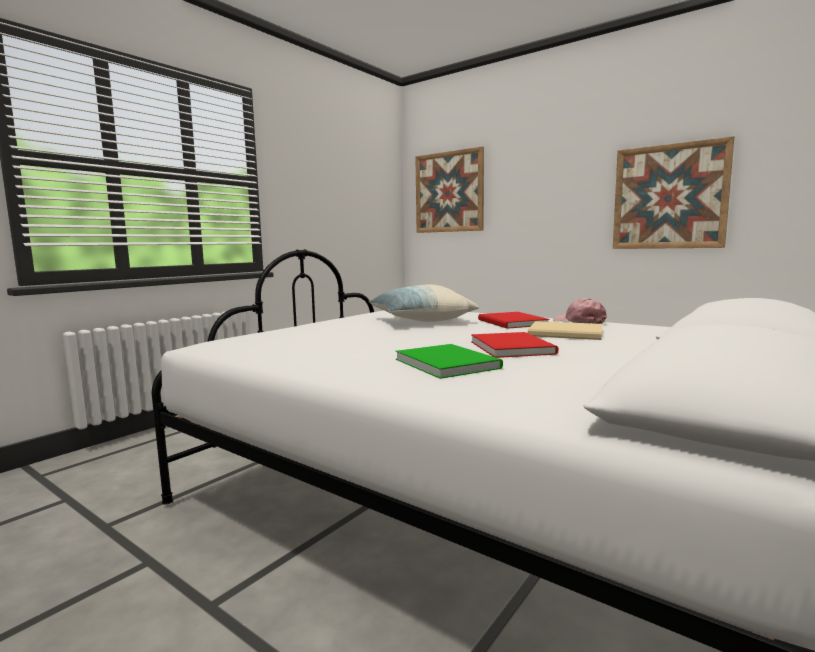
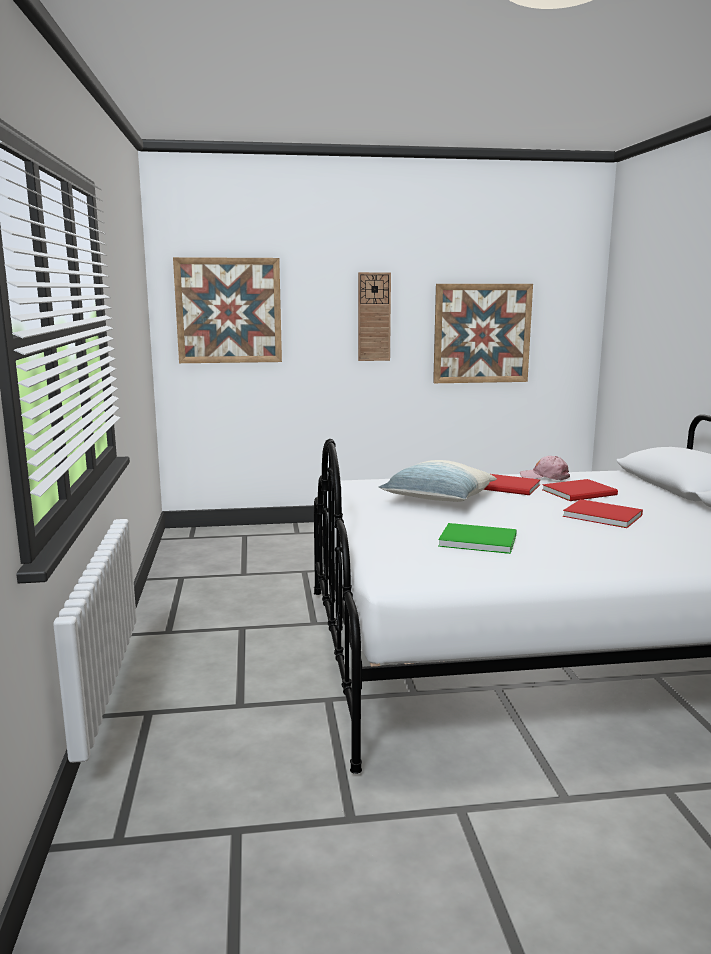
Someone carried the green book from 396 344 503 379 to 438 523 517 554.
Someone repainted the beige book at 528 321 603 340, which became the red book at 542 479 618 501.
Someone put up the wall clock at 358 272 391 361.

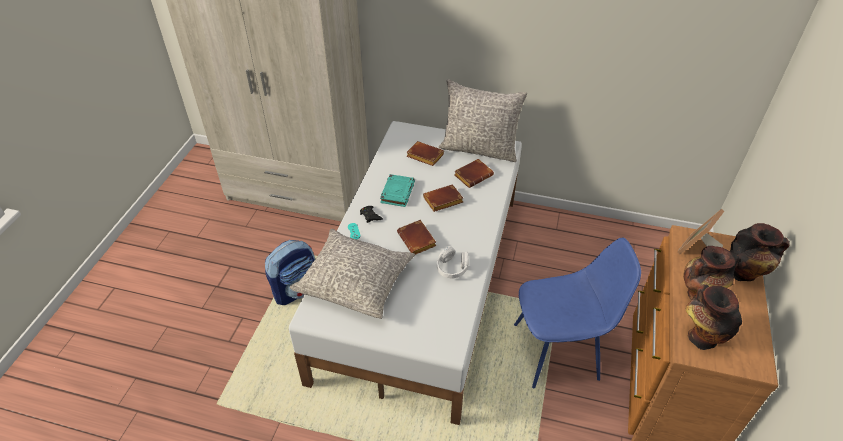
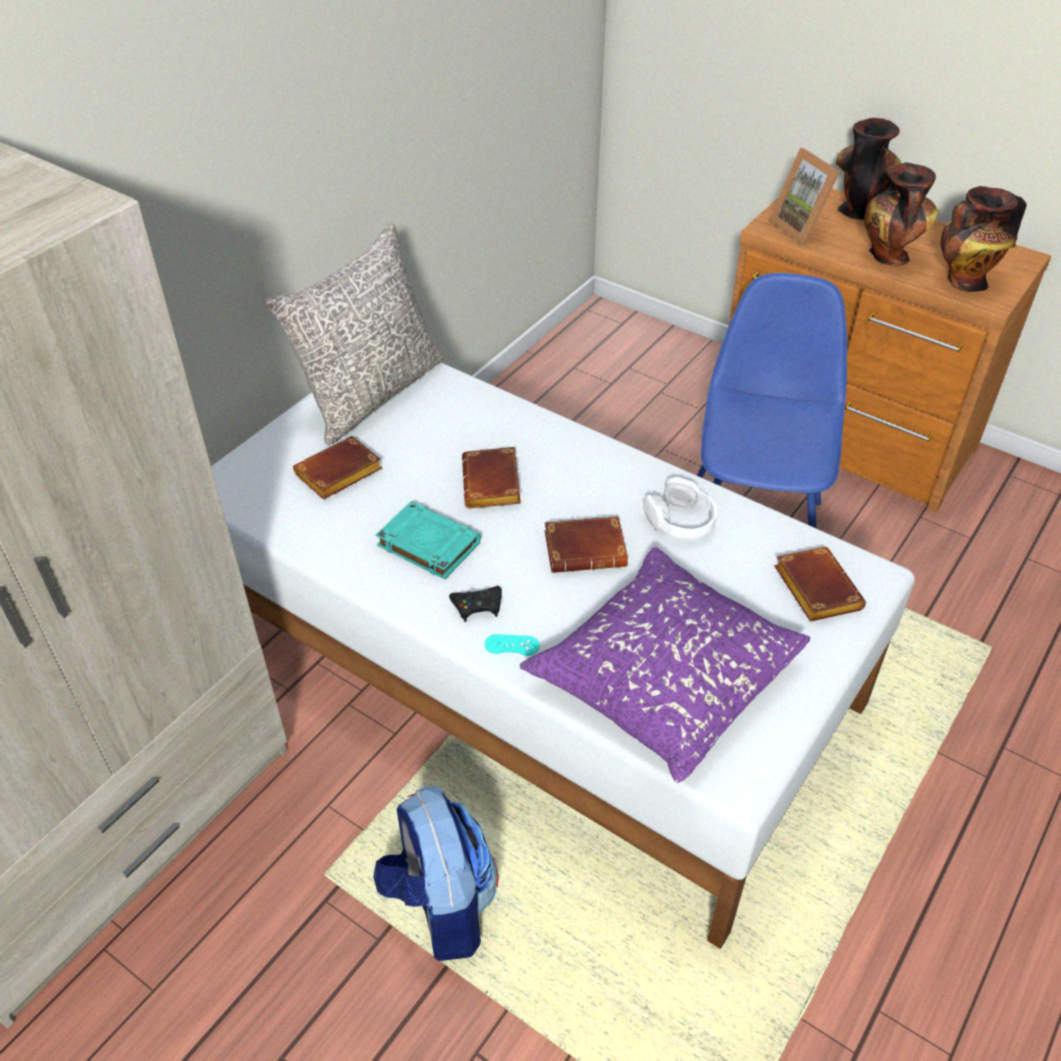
Someone repainted the grey pillow at 290 229 415 319, which became the purple pillow at 520 547 810 783.
Someone carried the brown book from 454 159 494 188 to 774 547 866 622.

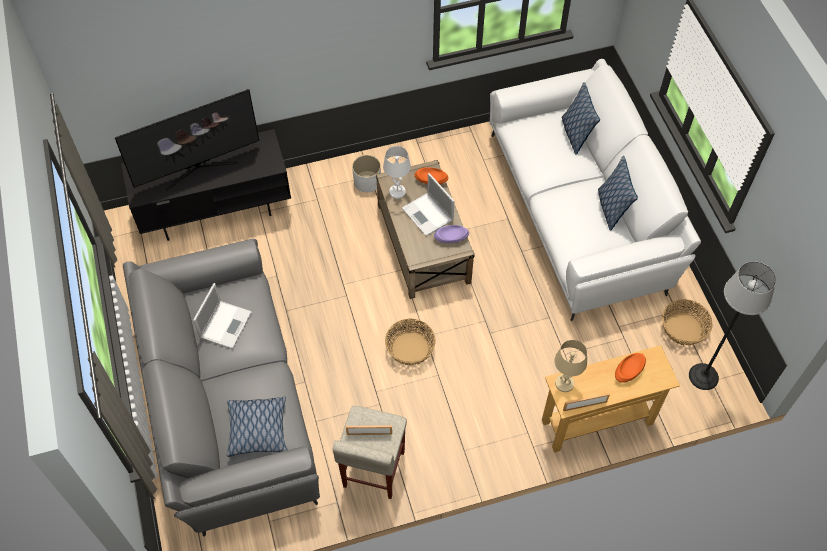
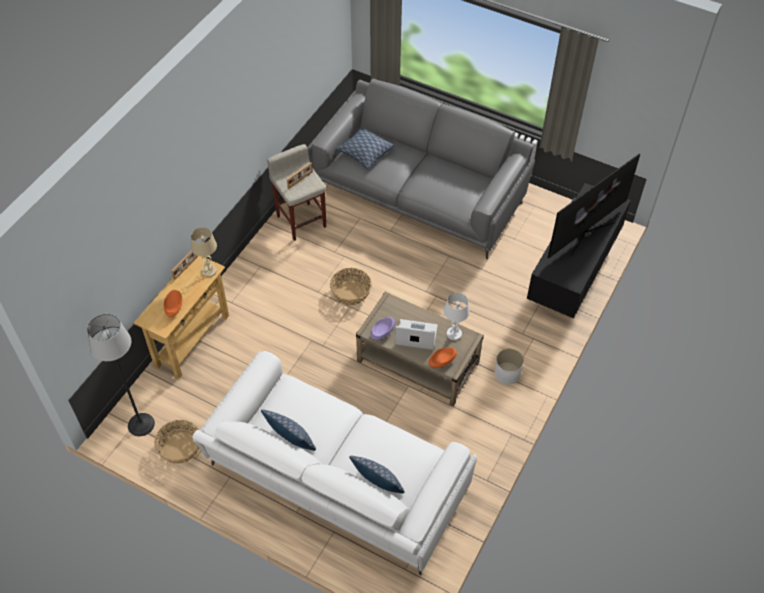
Someone rotated the television at 115 89 259 190 by 150 degrees counterclockwise.
Someone took away the laptop at 193 283 252 349.

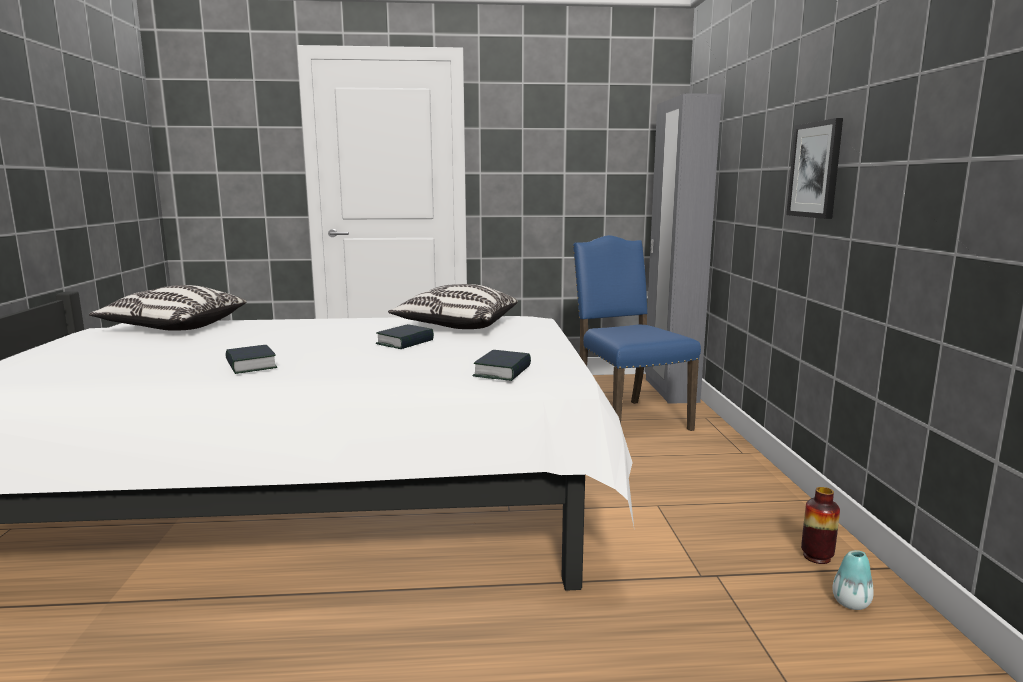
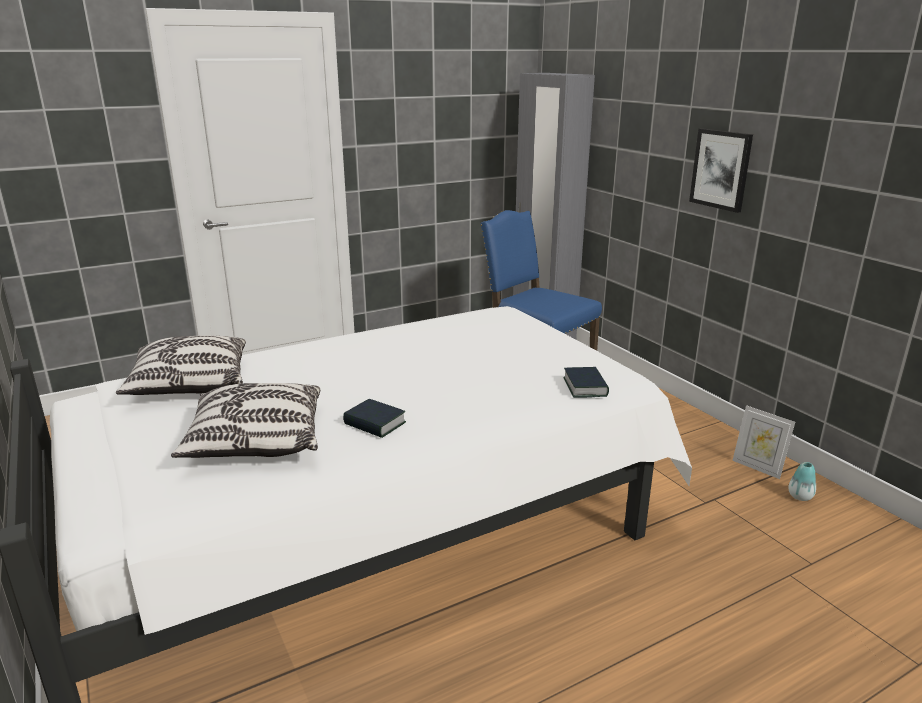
Someone took away the book at 376 324 434 349.
Someone carried the pillow from 388 284 518 329 to 171 383 320 458.
Someone swapped the vase at 801 487 840 564 for the picture frame at 732 405 795 479.

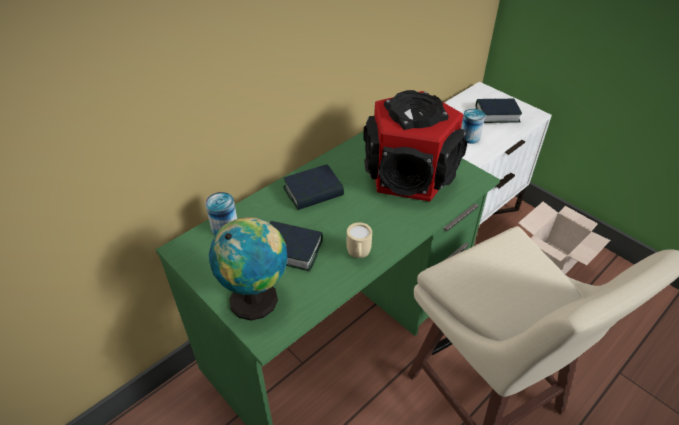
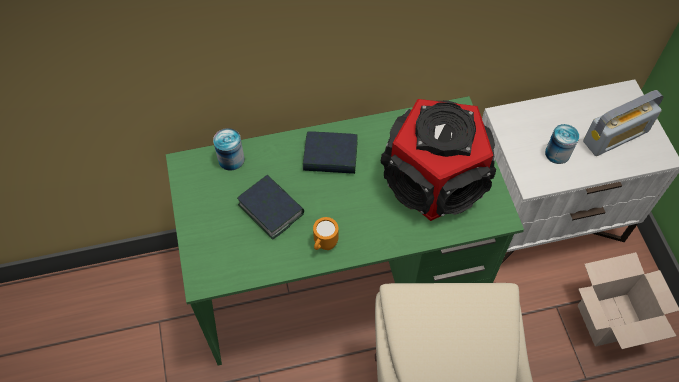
Someone took away the globe at 209 217 288 321.
Someone repainted the beige mug at 347 222 372 258, which became the orange mug at 313 217 338 250.
Someone swapped the book at 475 99 522 123 for the radio at 583 90 663 156.

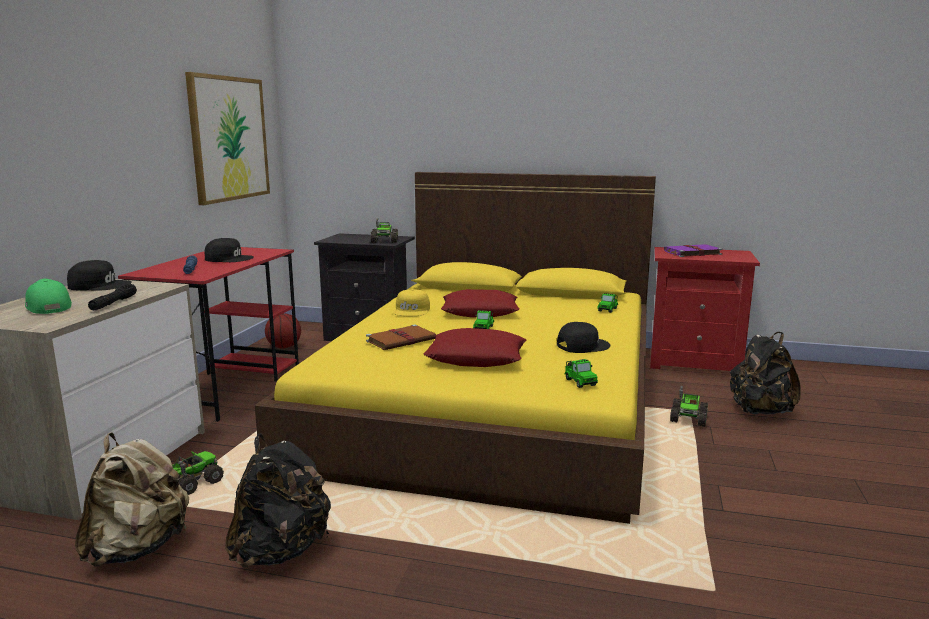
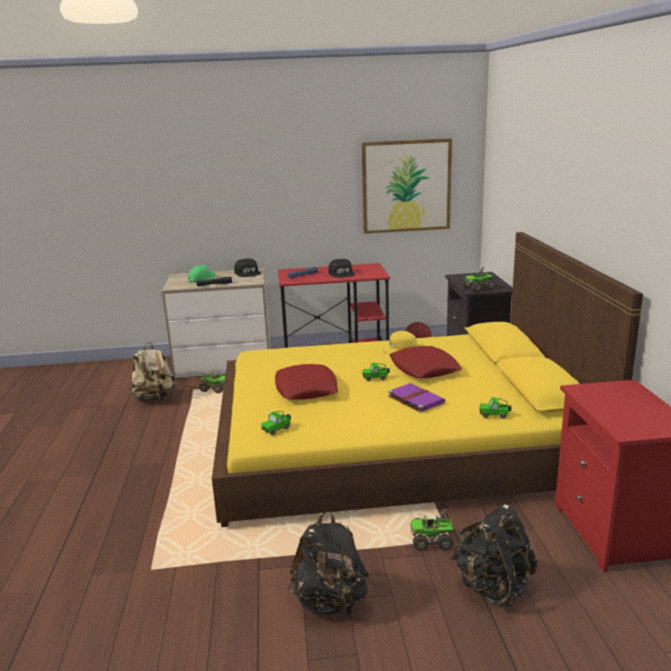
Someone carried the black backpack from 225 433 331 568 to 287 511 369 617.
Someone took away the brown book at 366 324 436 350.
Someone took away the black cap at 557 322 610 353.
Someone carried the purple book from 664 244 723 257 to 388 383 445 413.

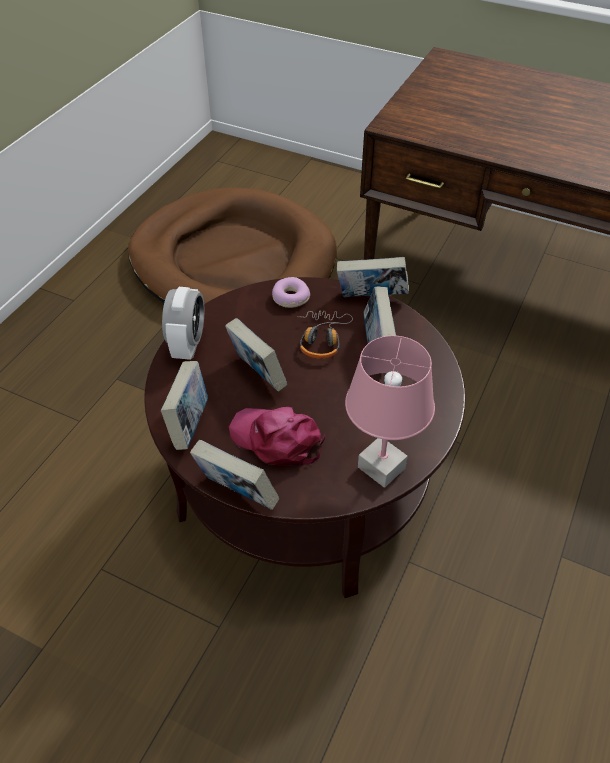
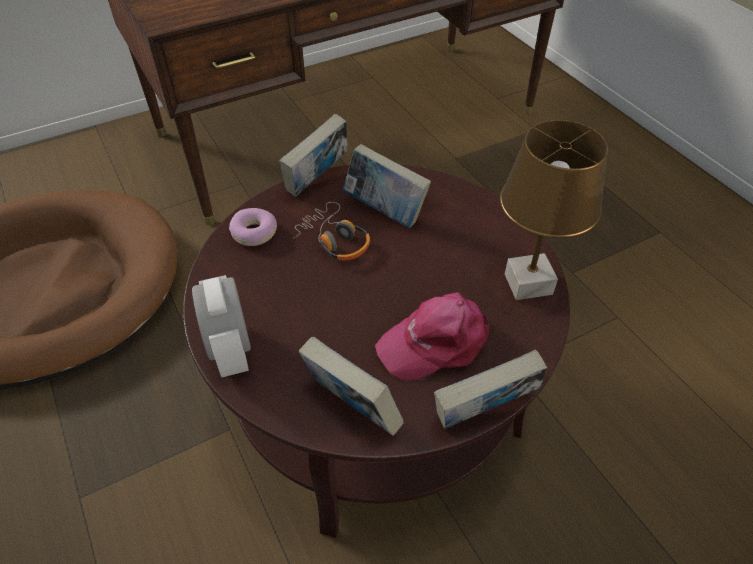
Someone rotated the alarm clock at 162 287 204 360 by 150 degrees counterclockwise.
Someone took away the book at 225 318 287 392.
Someone repainted the pink table lamp at 345 335 435 488, which became the brown table lamp at 500 120 608 300.

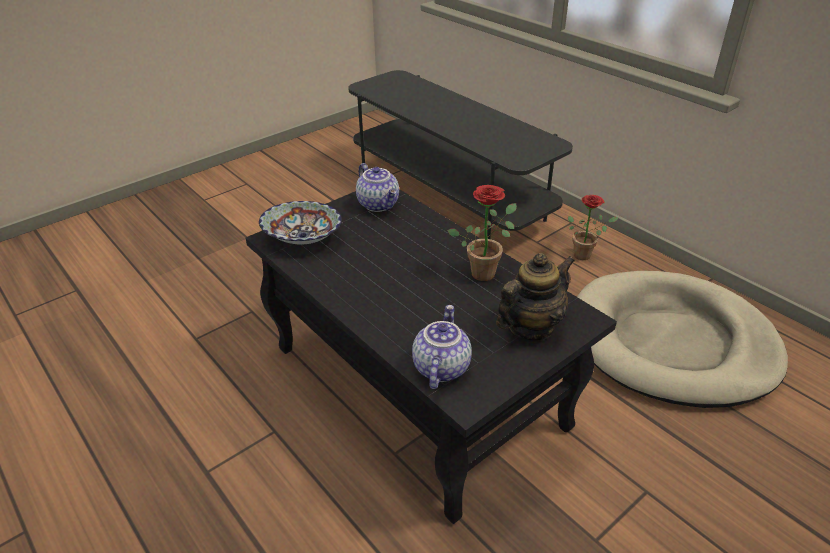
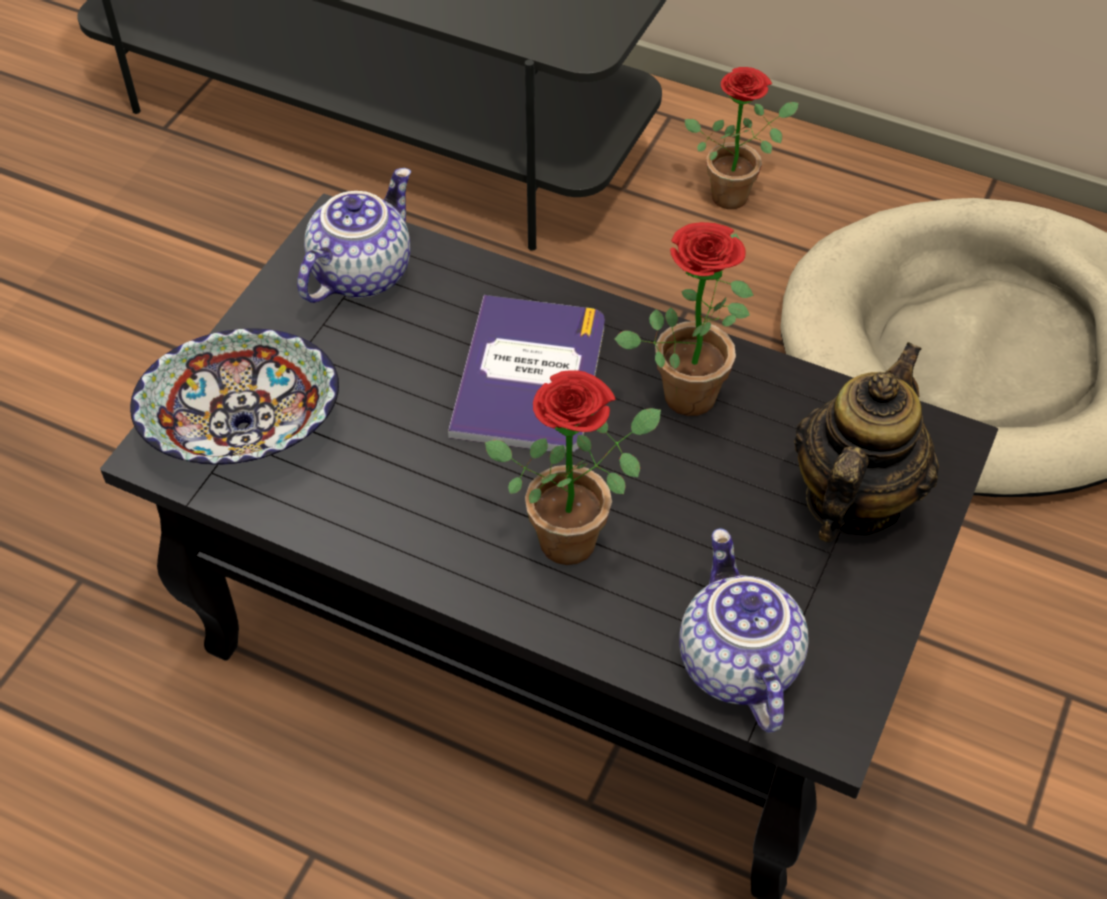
Someone rotated the teapot at 356 163 399 212 by 90 degrees counterclockwise.
Someone put down the book at 448 295 605 452.
Someone put down the potted plant at 485 371 661 565.

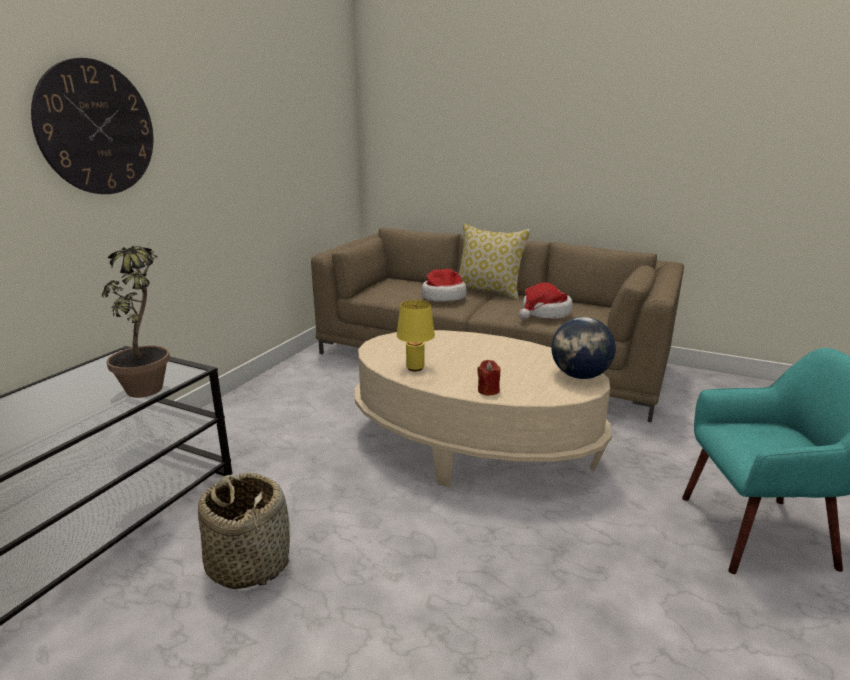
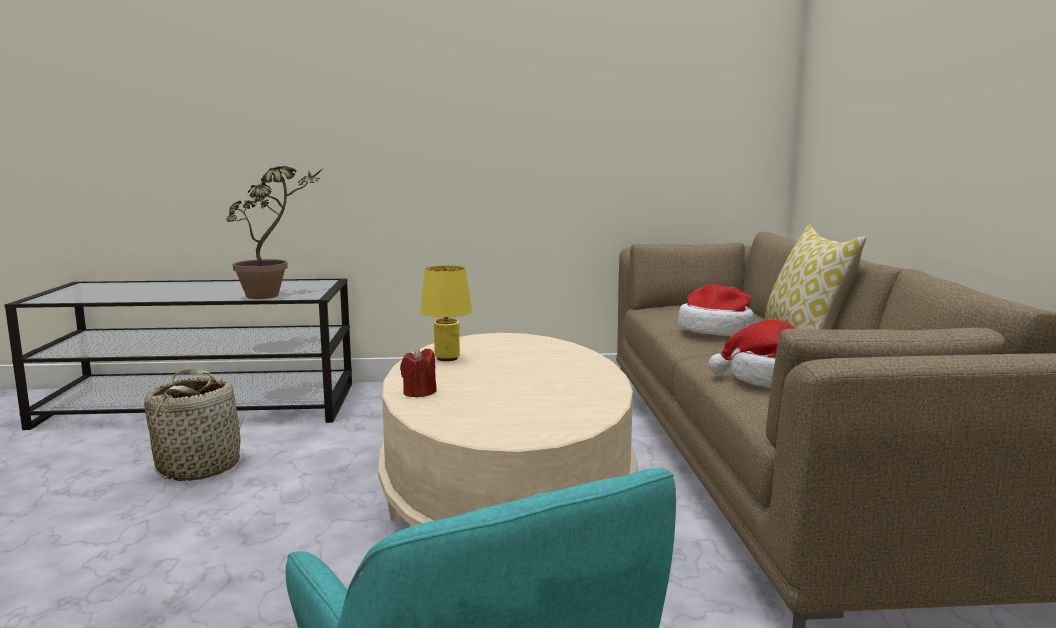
Someone took away the wall clock at 31 58 153 194.
Someone took away the globe at 551 317 616 379.

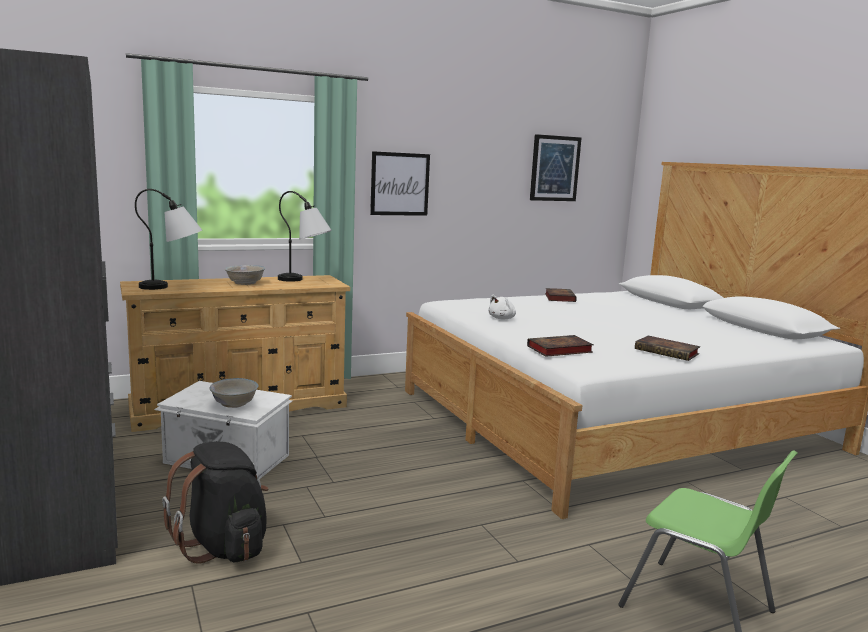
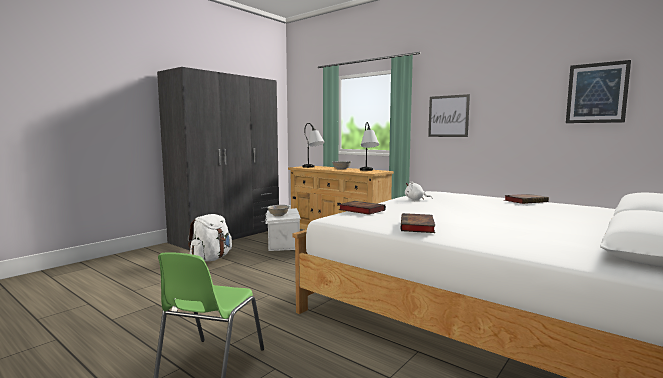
Someone repainted the black backpack at 162 441 268 564, which became the white backpack at 188 214 232 261.

